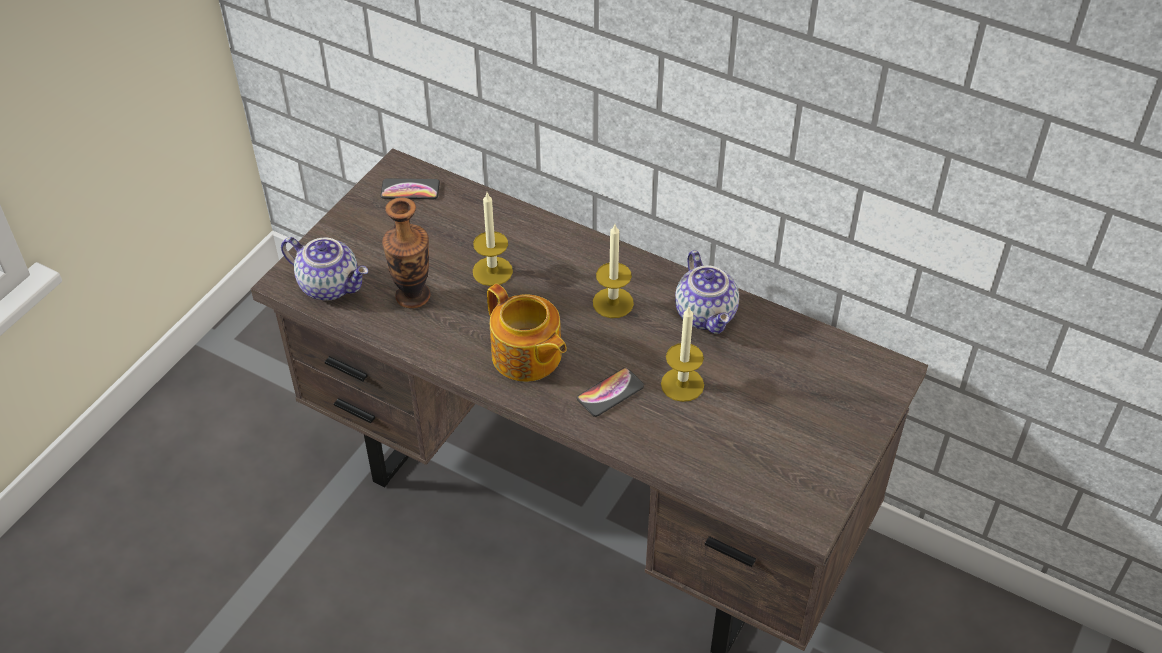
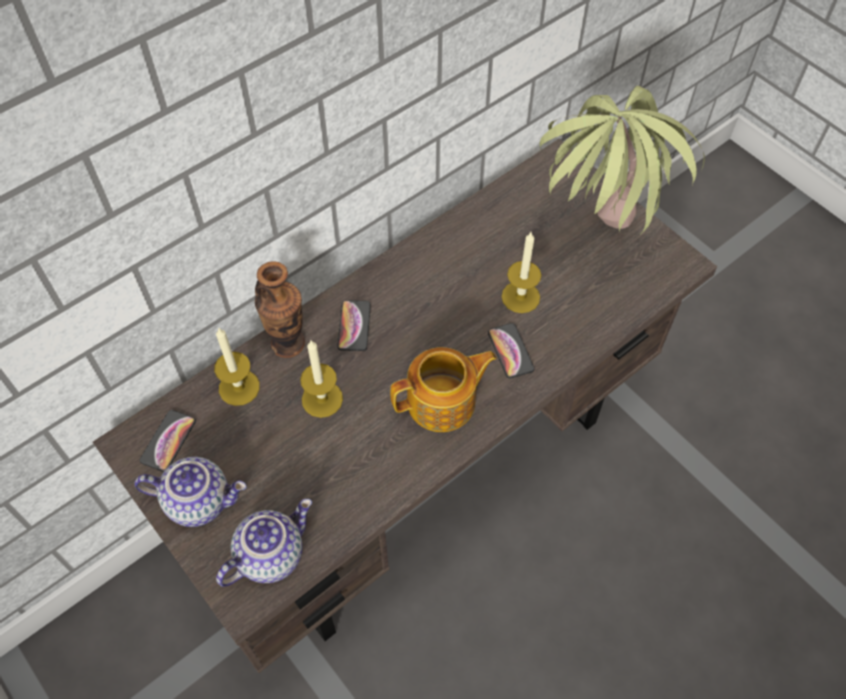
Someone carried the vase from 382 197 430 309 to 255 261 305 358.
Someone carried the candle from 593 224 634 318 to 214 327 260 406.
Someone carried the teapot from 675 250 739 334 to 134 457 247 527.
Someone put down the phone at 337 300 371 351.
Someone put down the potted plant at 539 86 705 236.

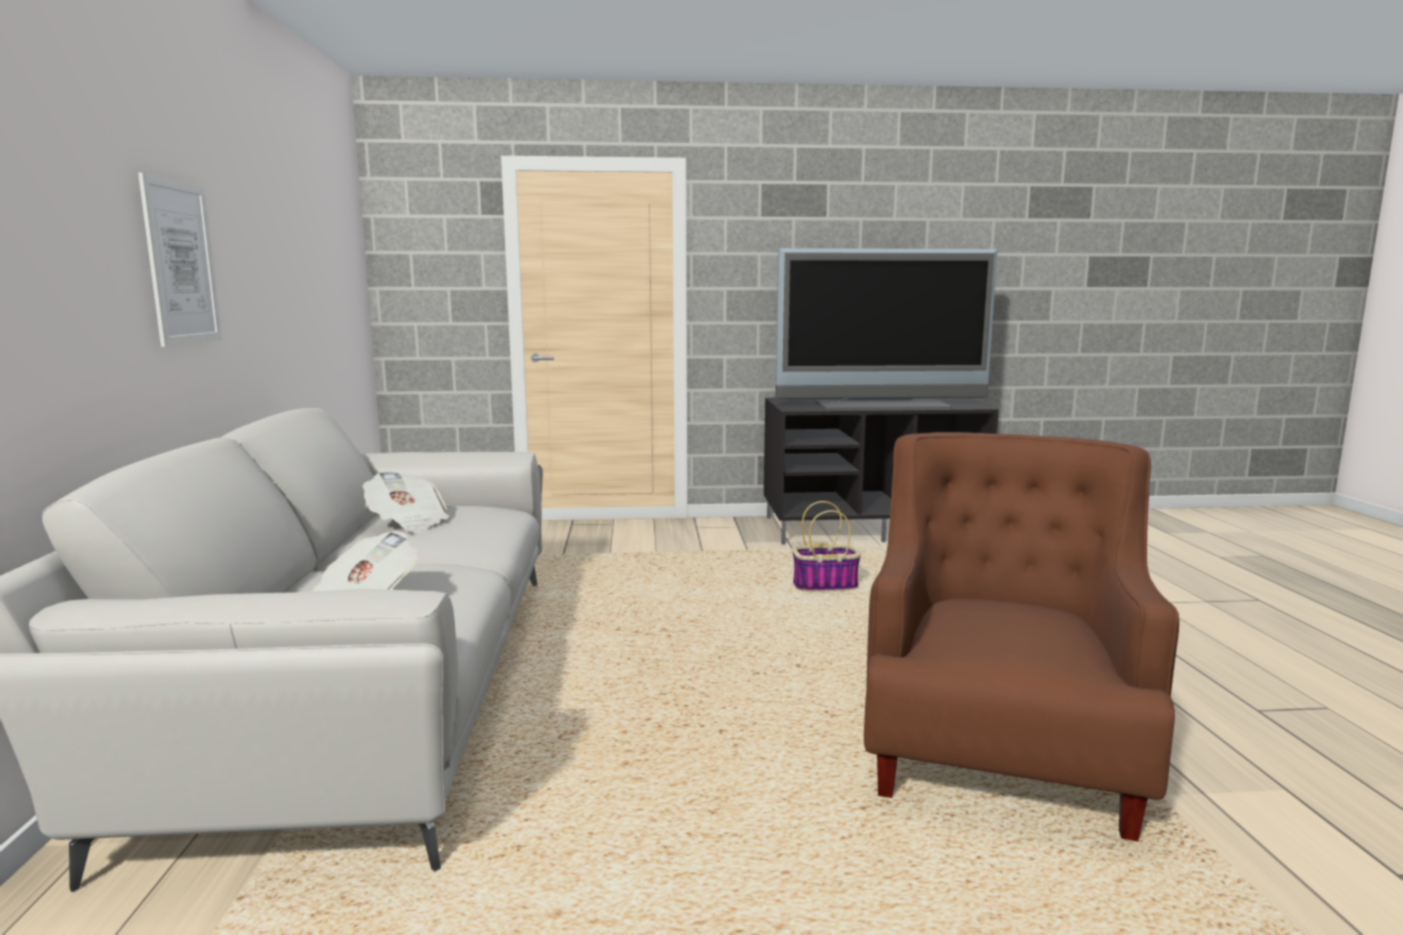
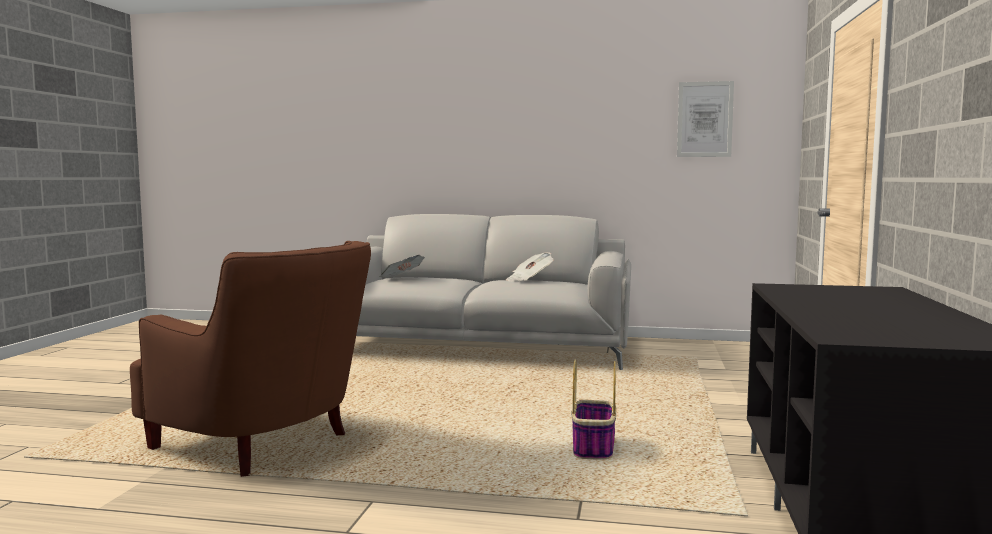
Someone carried the picture from 138 173 222 347 to 677 81 734 157.
Someone took away the television at 775 248 998 410.

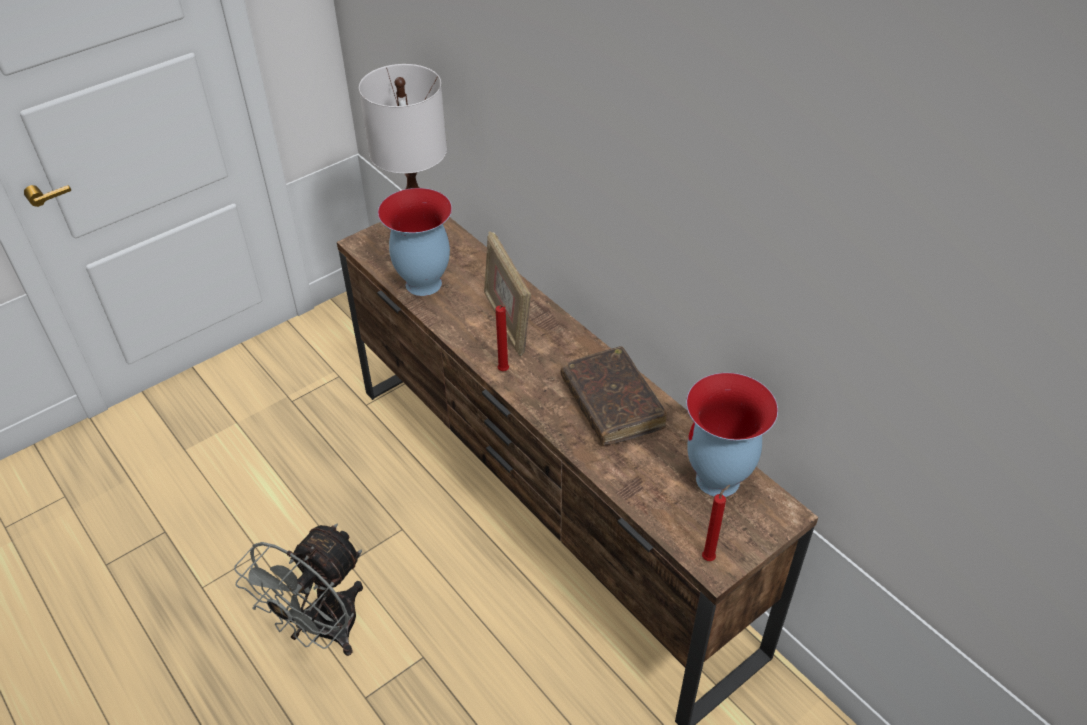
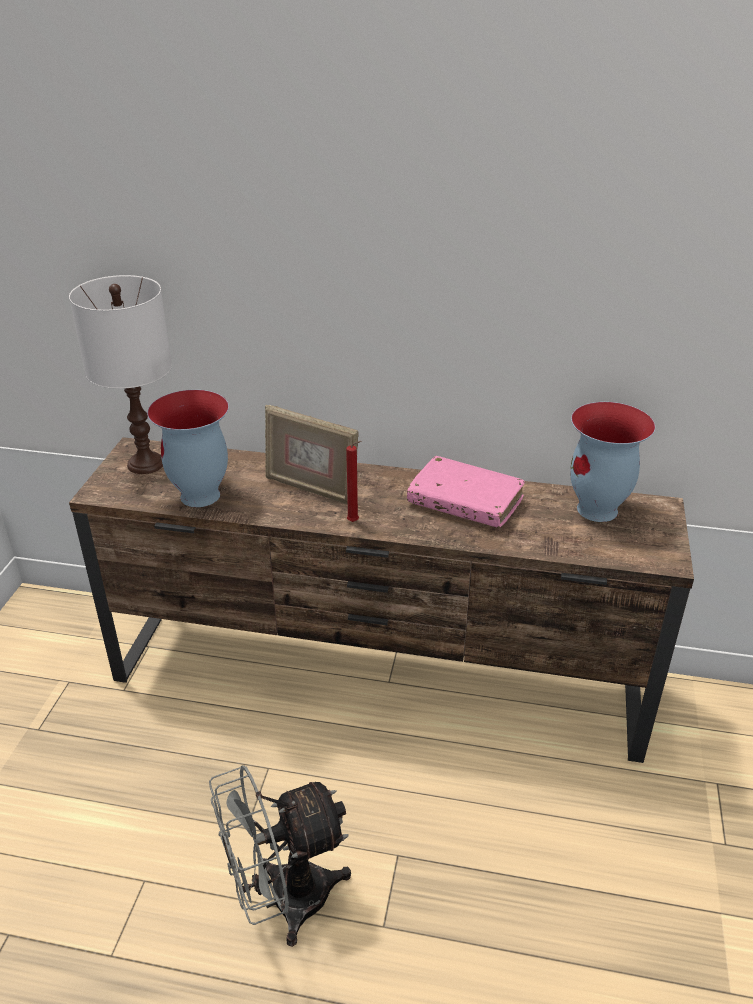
Someone rotated the grey fan at 234 523 363 656 by 75 degrees clockwise.
Someone repainted the brown book at 561 346 667 445, which became the pink book at 407 456 525 528.
Someone took away the red candle at 702 485 730 561.

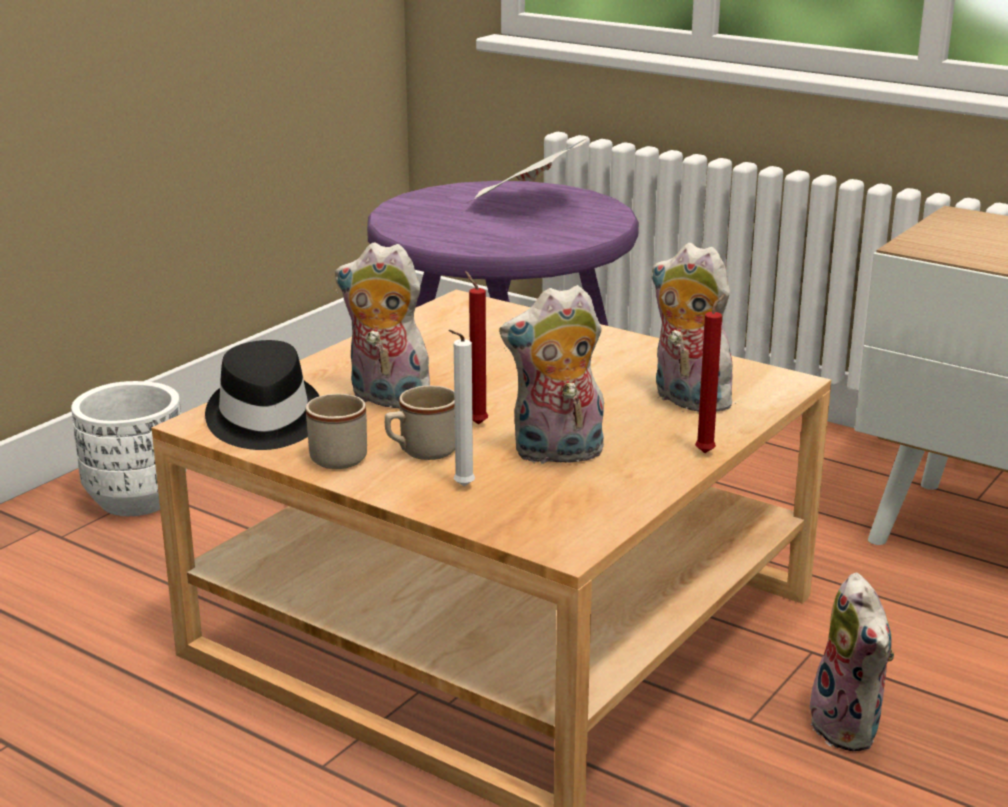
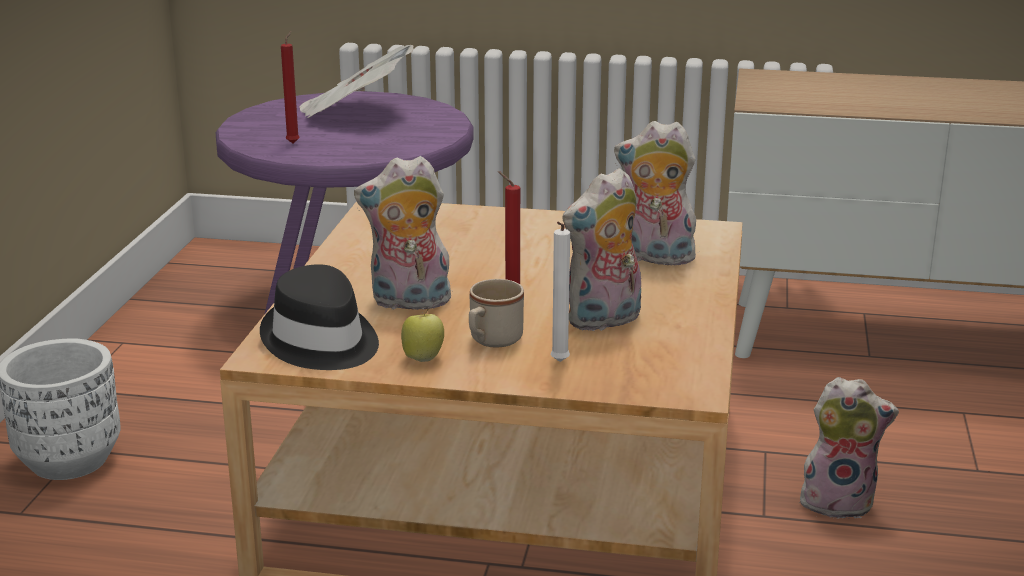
Someone swapped the beige mug at 306 394 367 469 for the apple at 401 309 444 362.
Someone carried the red candle from 695 294 726 453 to 281 31 300 143.
Someone rotated the plush toy at 807 573 894 751 by 45 degrees counterclockwise.

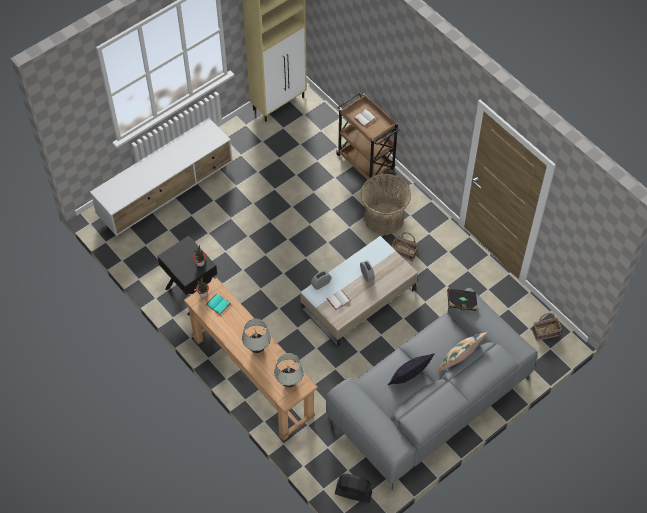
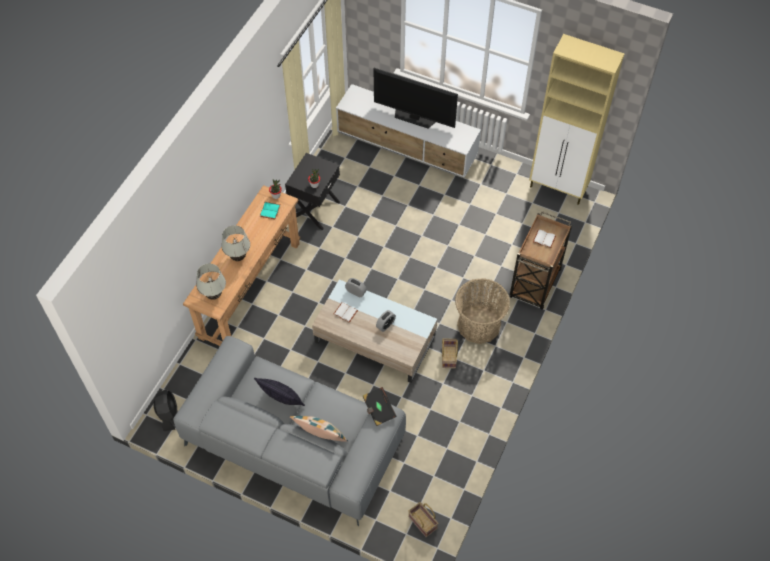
Someone put down the television at 374 68 458 128.

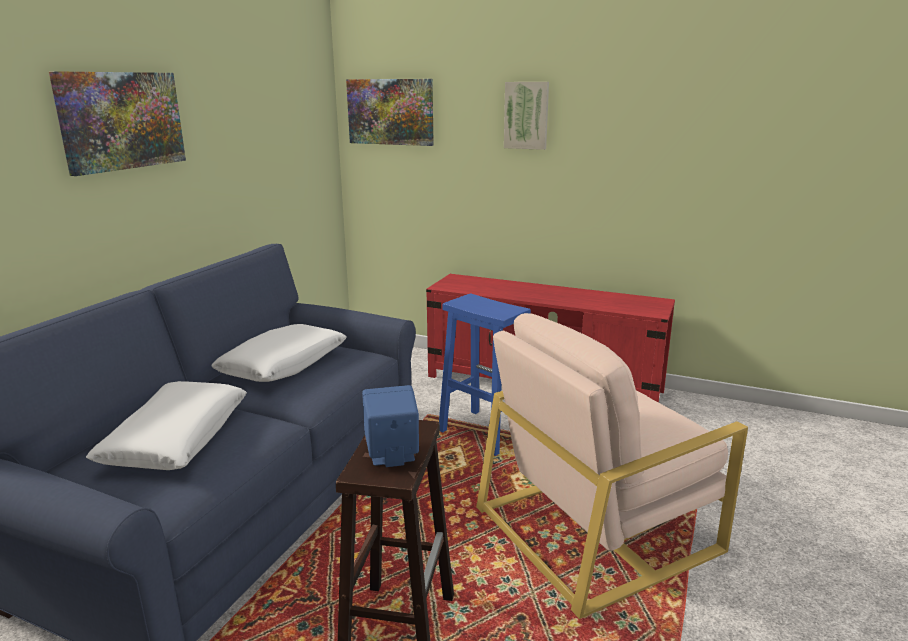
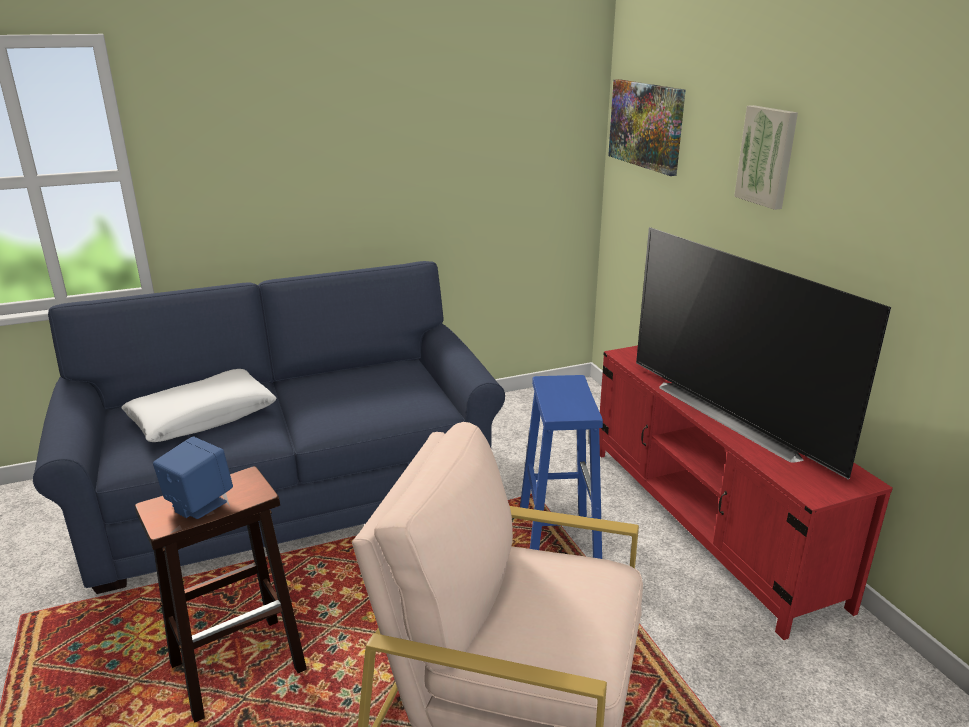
Someone took away the picture at 49 71 186 176.
Someone took away the white pillow at 212 324 347 382.
Someone put down the television at 636 227 891 479.

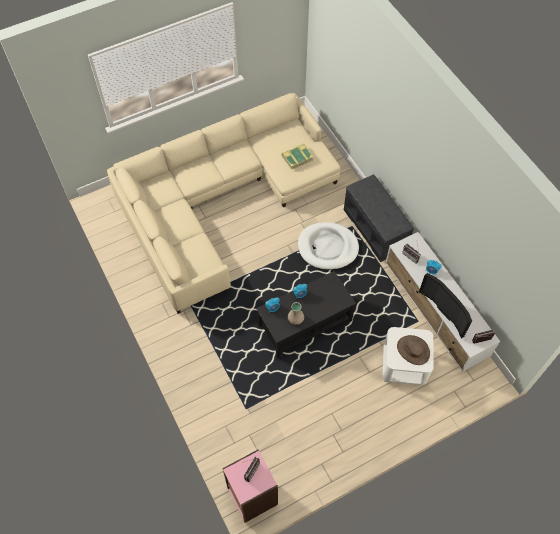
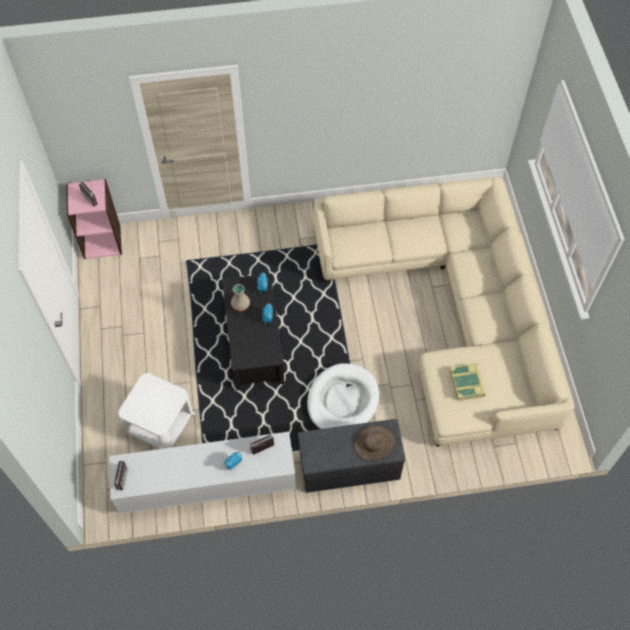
Someone carried the brown hat from 397 335 430 365 to 354 426 396 461.
Someone took away the television at 419 273 472 339.

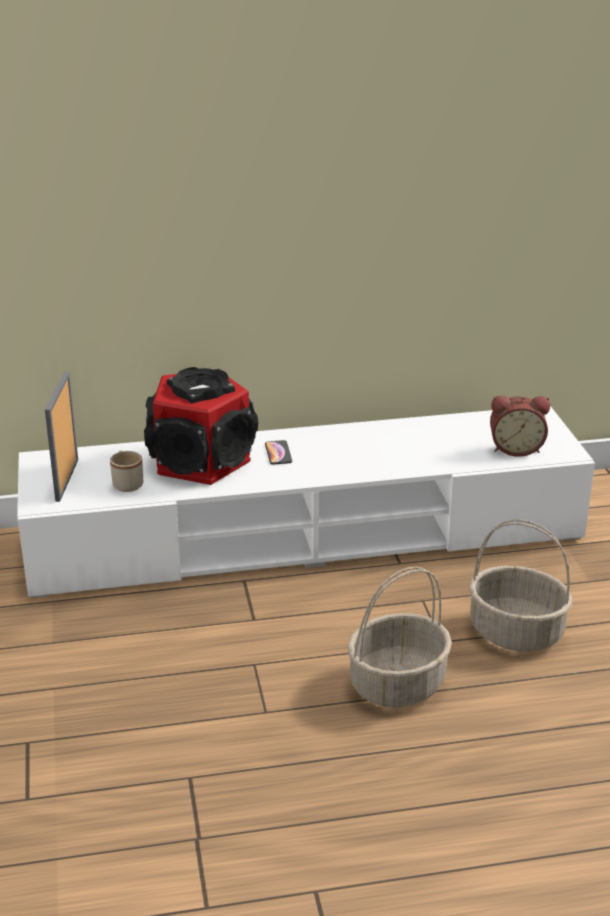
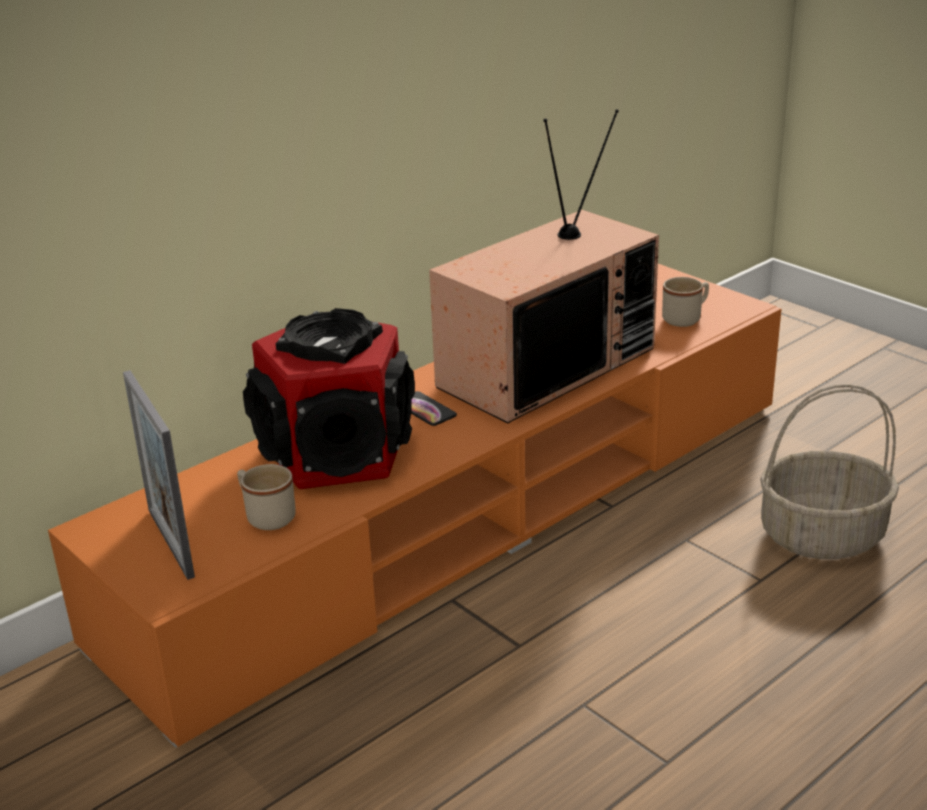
Someone repainted the white tv stand at 17 406 595 598, which became the orange tv stand at 48 264 781 748.
Someone took away the basket at 347 567 452 707.
Someone swapped the alarm clock at 490 395 550 457 for the beige mug at 662 277 709 327.
Someone put down the television at 429 109 659 424.

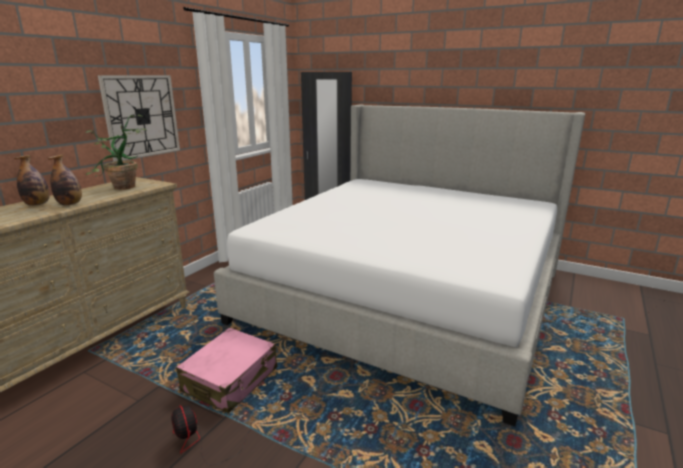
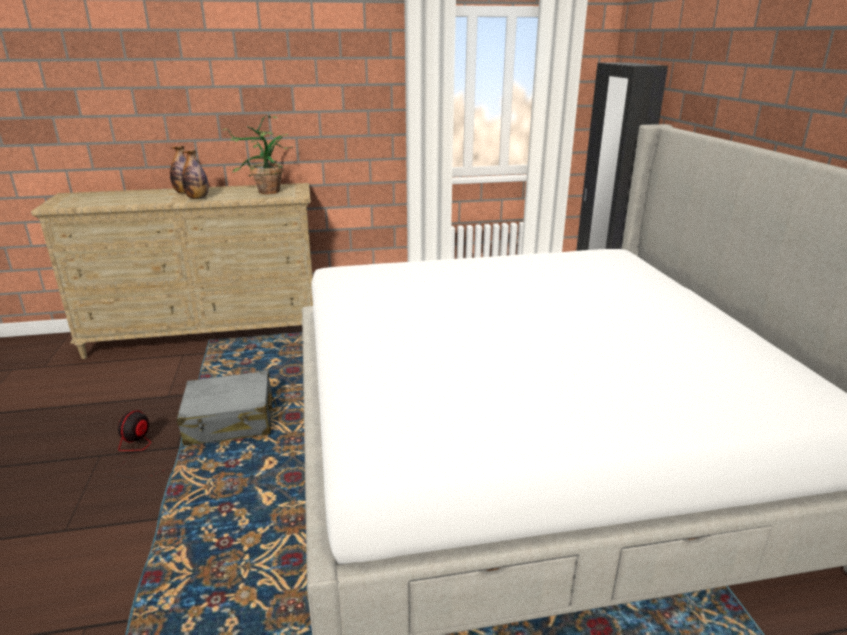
Someone took away the wall clock at 98 75 180 162.
Someone repainted the pink suitcase at 176 328 277 413, which became the grey suitcase at 177 371 277 445.

